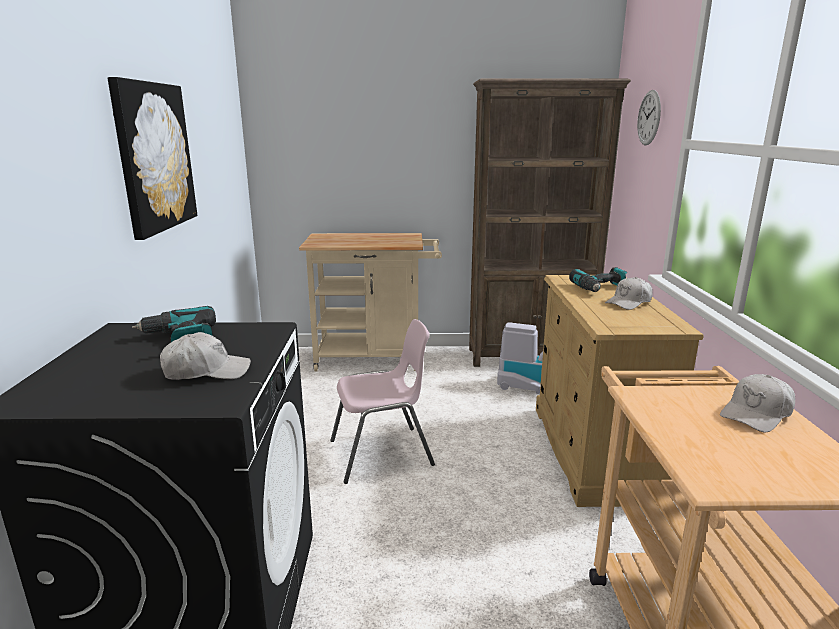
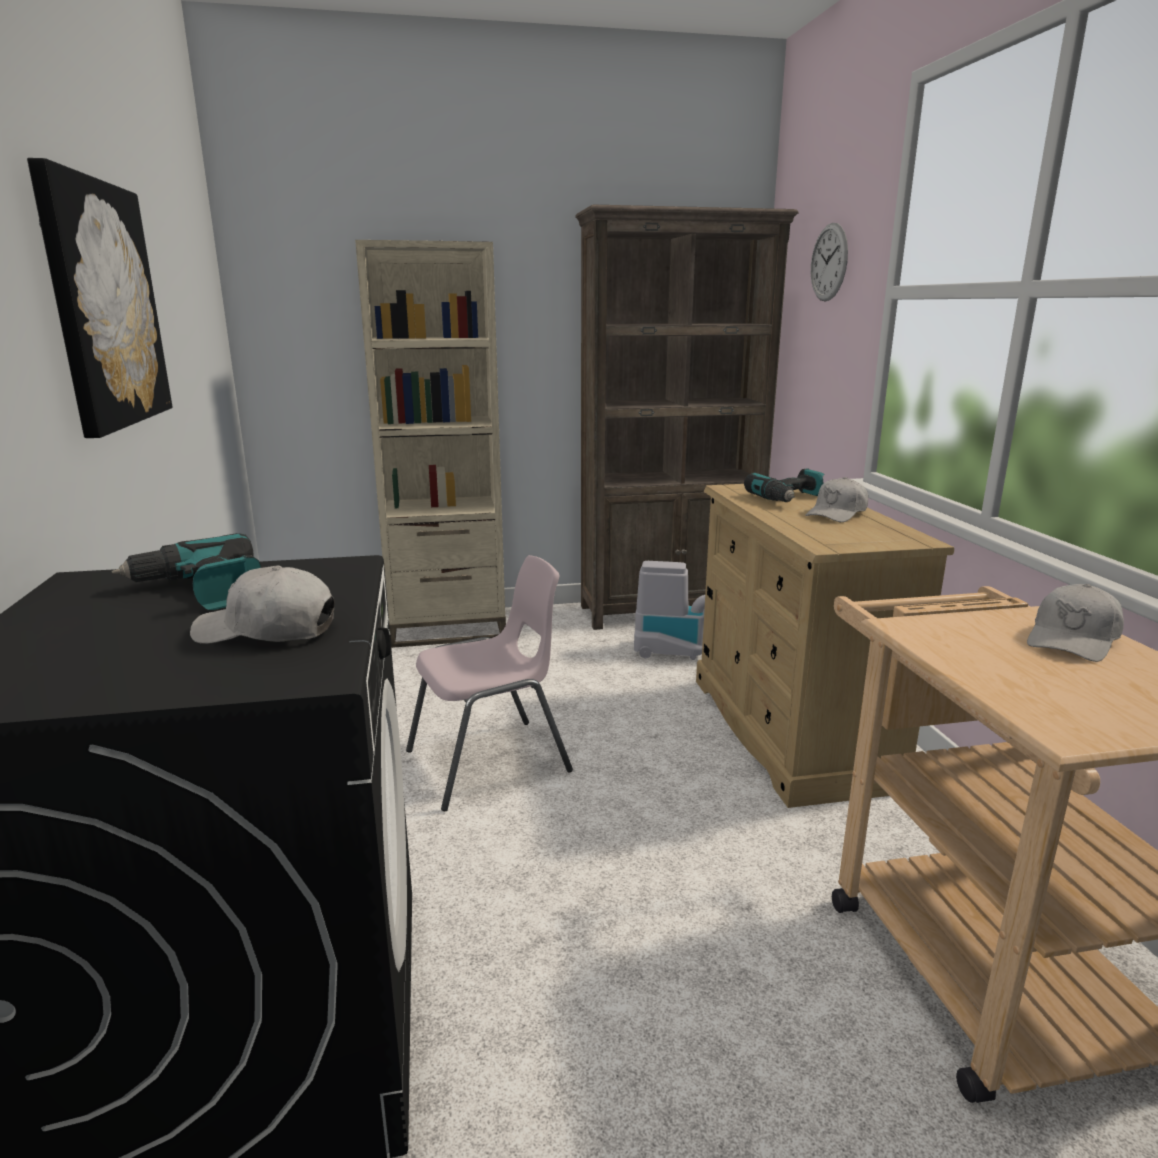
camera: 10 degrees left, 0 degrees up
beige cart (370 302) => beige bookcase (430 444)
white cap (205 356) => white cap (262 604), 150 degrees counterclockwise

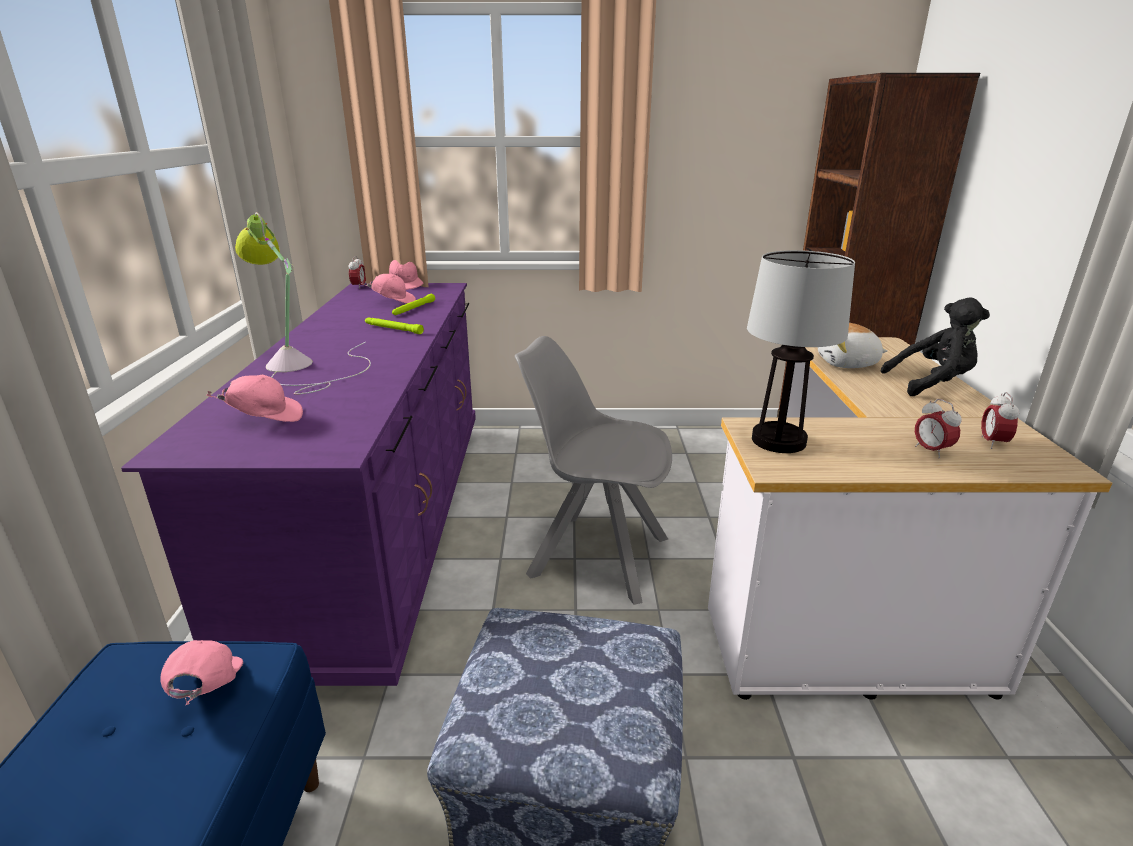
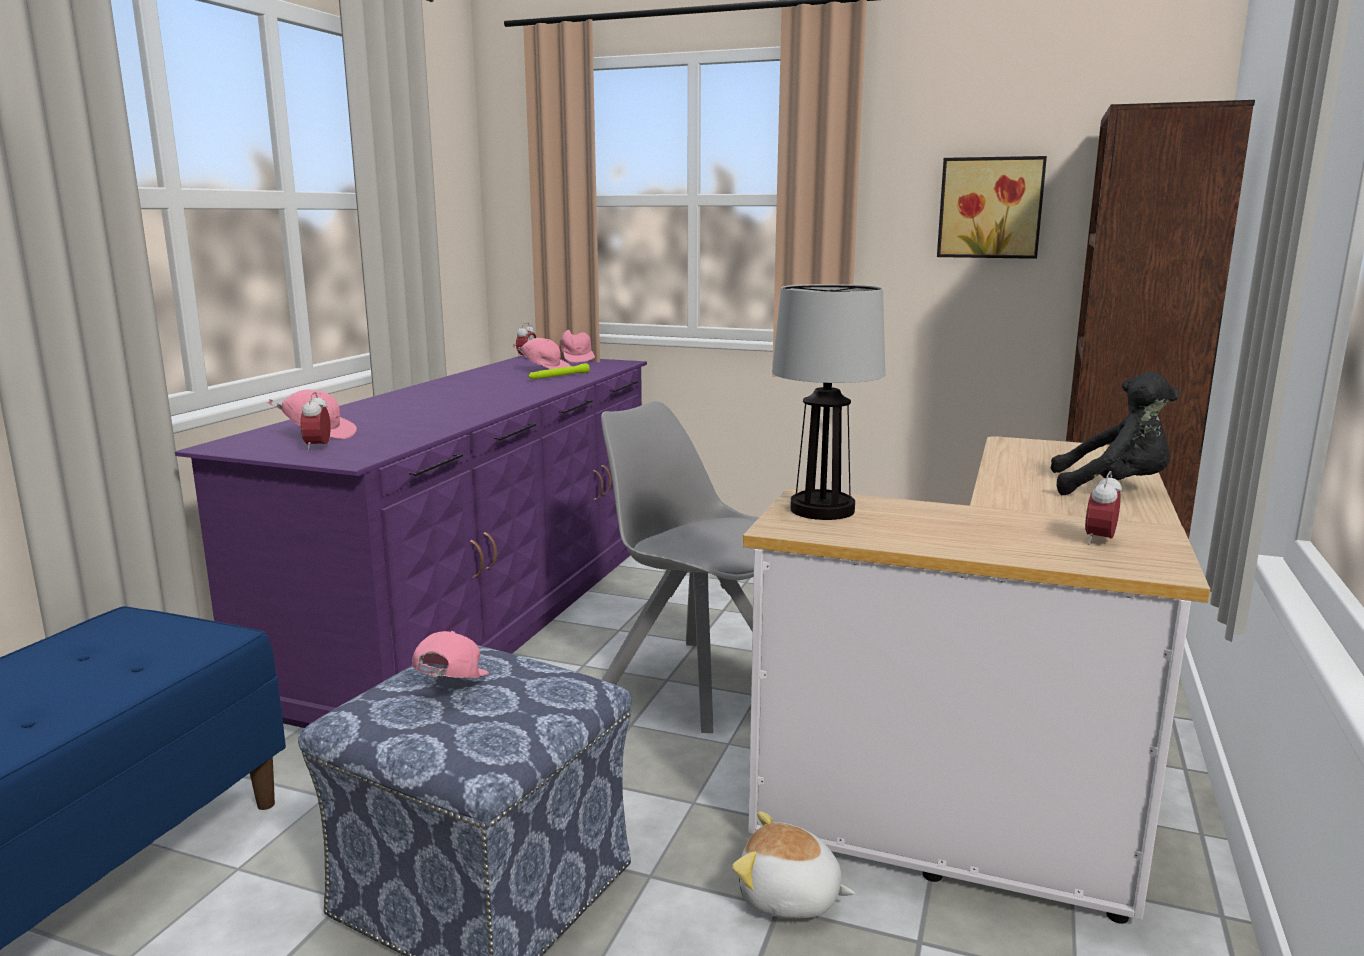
camera: 20 degrees right, 10 degrees down
table lamp (303 303) => nothing
green flashlight (394 325) => nothing
plush toy (852 345) => plush toy (793 865), shifted
alarm clock (938 429) => alarm clock (315 422), shifted
pink cap (201 672) => pink cap (450 654), shifted
nothing => picture (992 207)

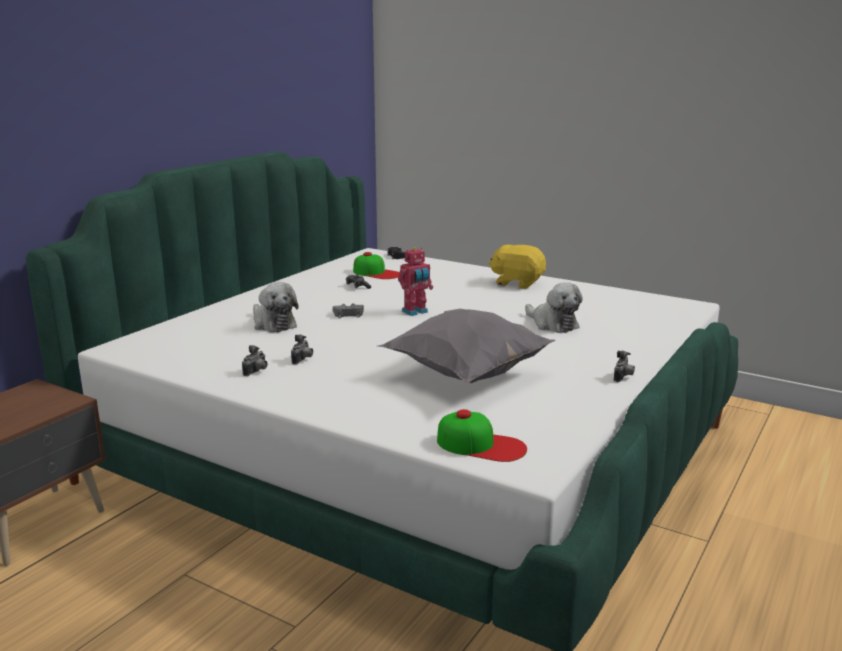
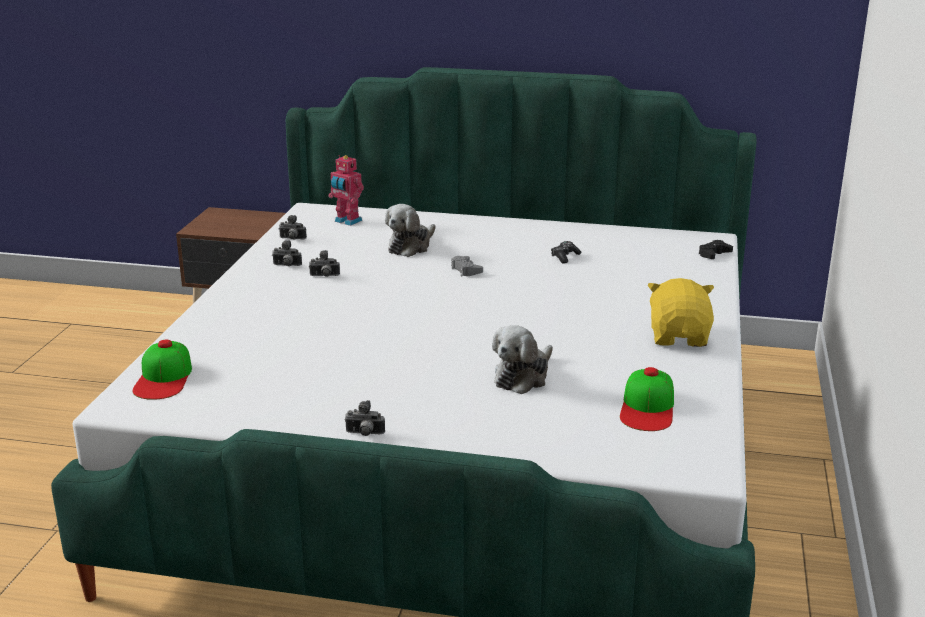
camera: 70 degrees right, 5 degrees up
toy robot (415 281) => toy robot (346 190), shifted
cap (376 265) => cap (647 399), shifted
grey pillow (467 346) => nothing
nothing => photo camera (292 227)

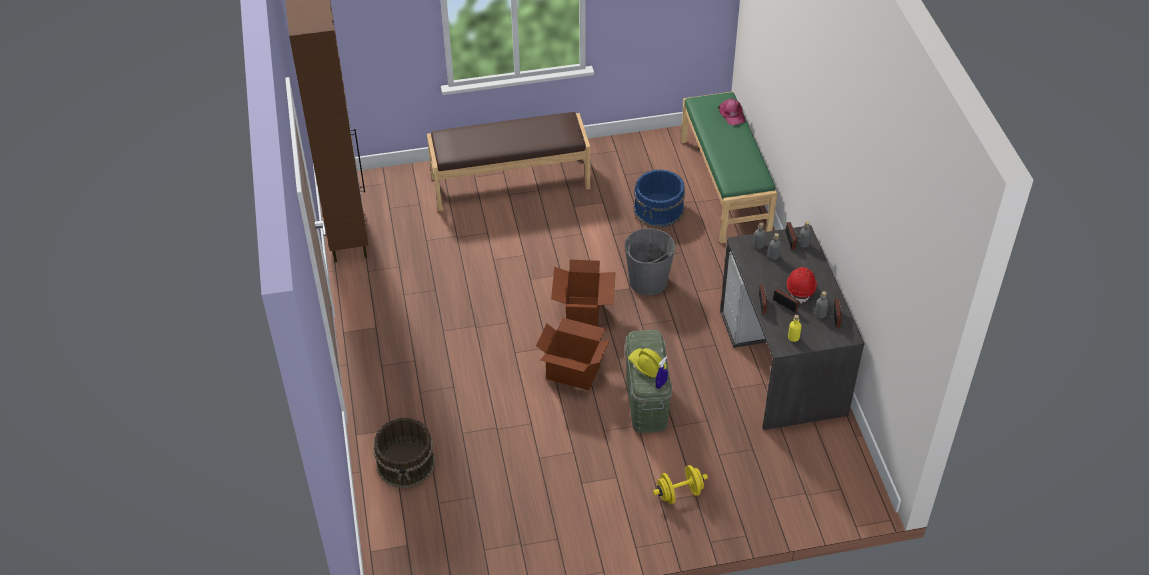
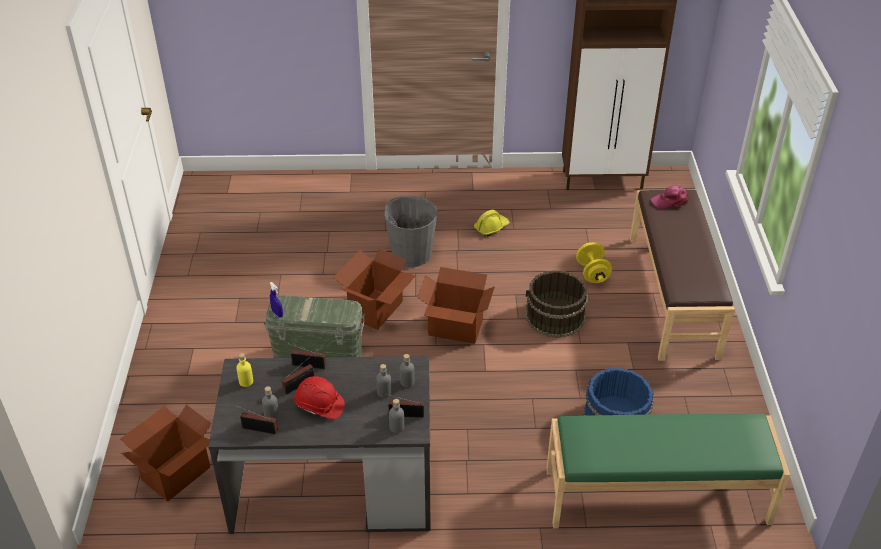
camera: 100 degrees right, 5 degrees down
pink cap (731 111) => pink cap (670 197), shifted
grey bucket (650 262) => grey bucket (410 231), shifted
yellow hard hat (647 363) => yellow hard hat (491 223), shifted
brown bucket (404 453) => brown bucket (557 304), shifted
yellow dumbbell (680 484) => yellow dumbbell (594 262), shifted
nothing => cardboard box (165 453)

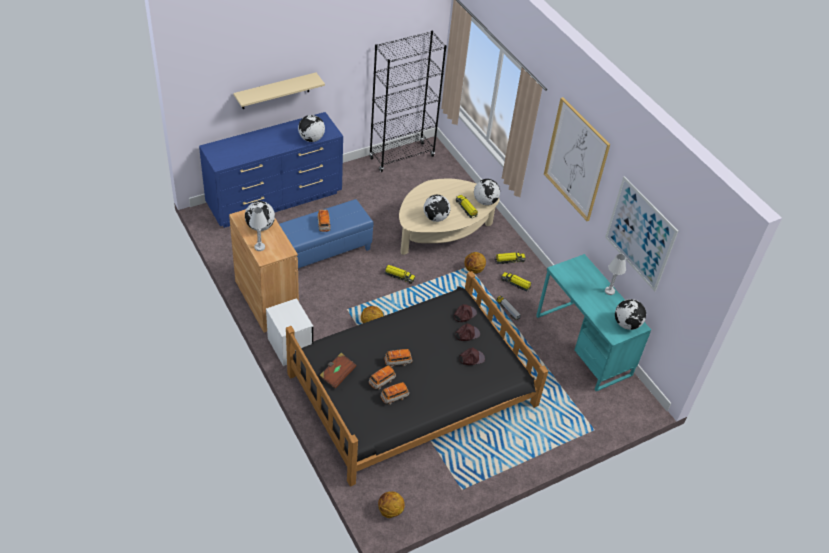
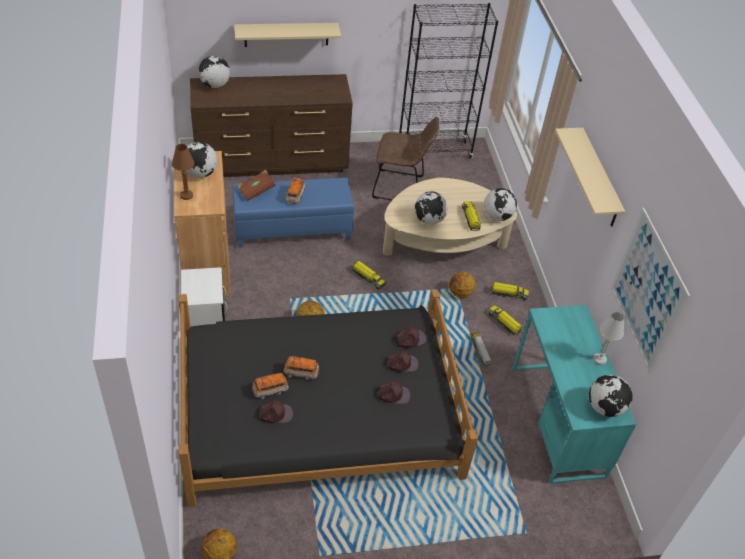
camera: 20 degrees right, 0 degrees up
picture (577 159) => beige shelf (590 177)
blue dresser (271 170) => brown dresser (271 125)
globe (311 128) => globe (214 72), shifted
white table lamp (258 229) => brown table lamp (183 172)
brown book (338 371) => brown book (256 185), shifted
toy car (394 393) => brown cap (275 411)
nothing => brown chair (405 158)

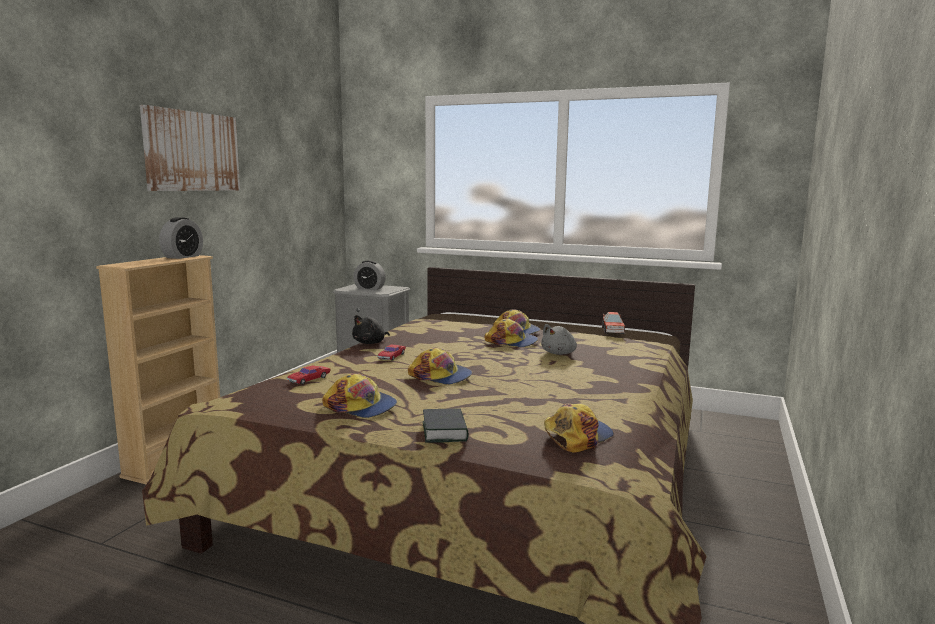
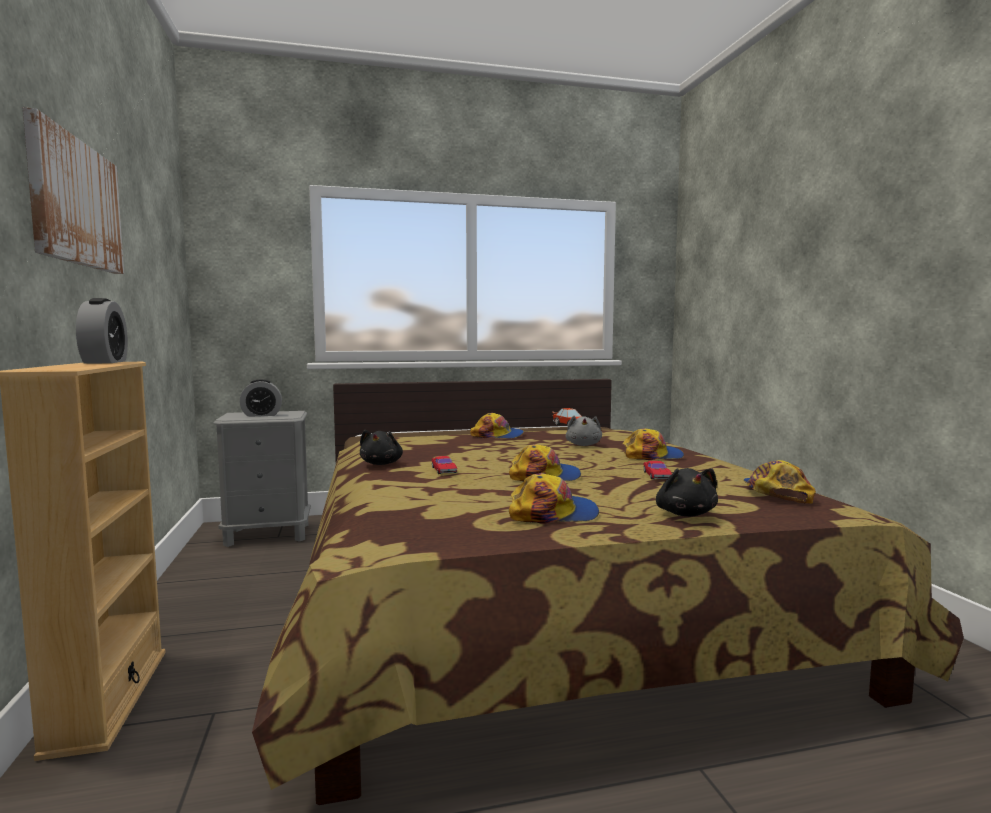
camera: 35 degrees left, 5 degrees down
cap (511 333) => cap (653 444), shifted
red toy car (309 374) => red toy car (657 470), shifted
book (446 425) => black plush toy (687 492)

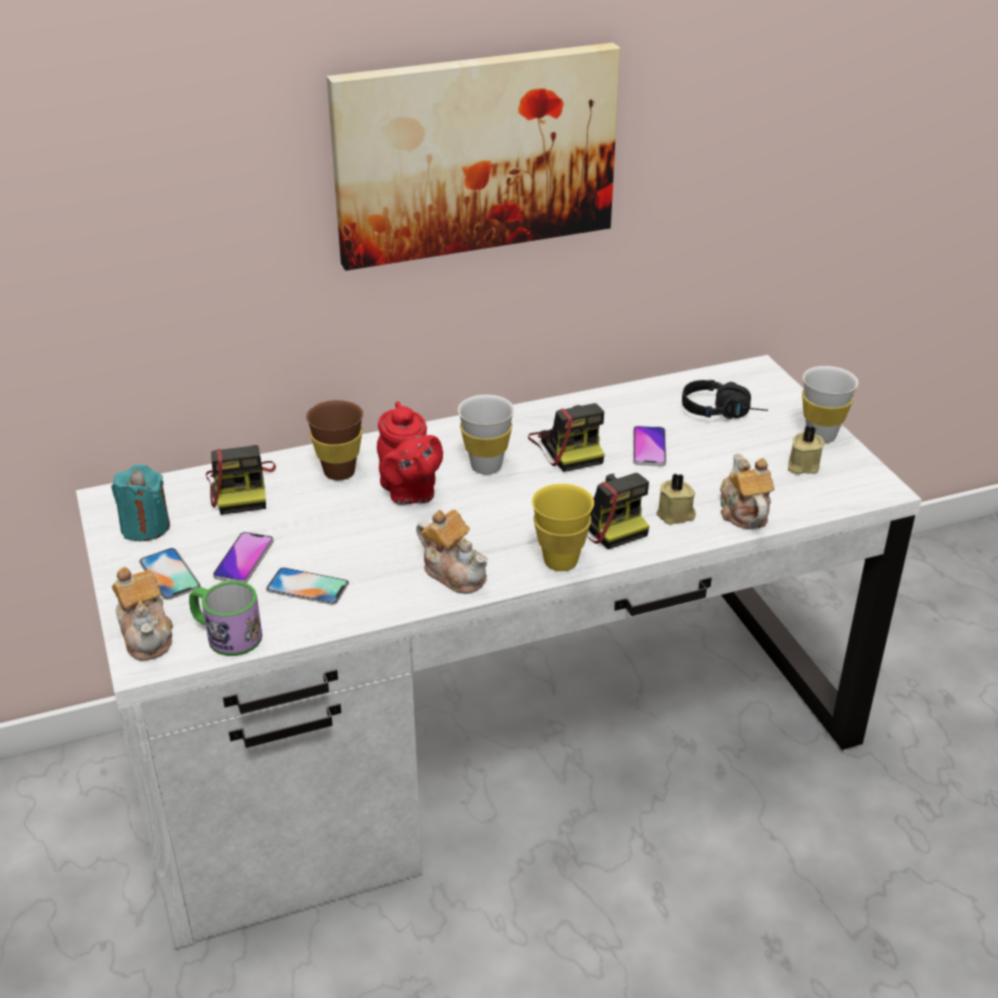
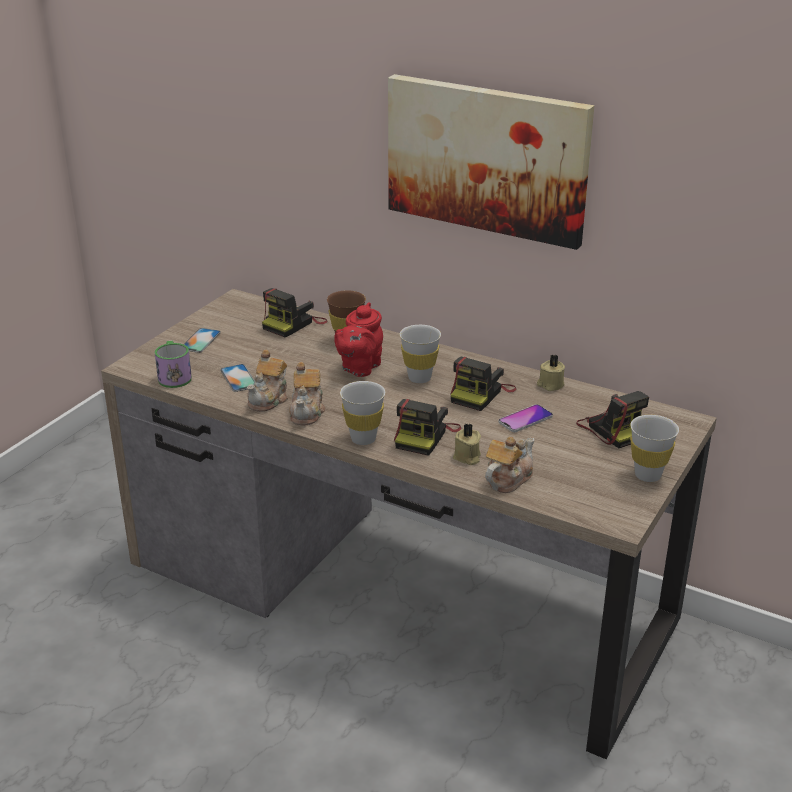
camera: 50 degrees right, 5 degrees down
white desk (499 652) => brown desk (409 524)
black headphones (725 399) => photo camera (612 419)
beige candle (806 450) => beige candle (551 373), shifted
turquoise candle (140 502) => nothing
yellow cup (563 527) => white cup (362 413)
phone (243 557) => nothing
teapot (142 614) => teapot (267 381), shifted

